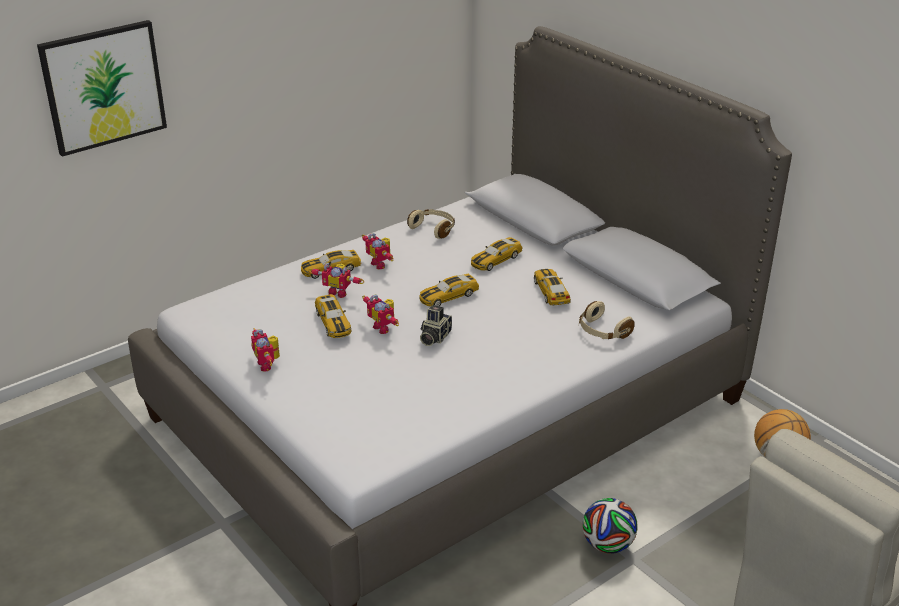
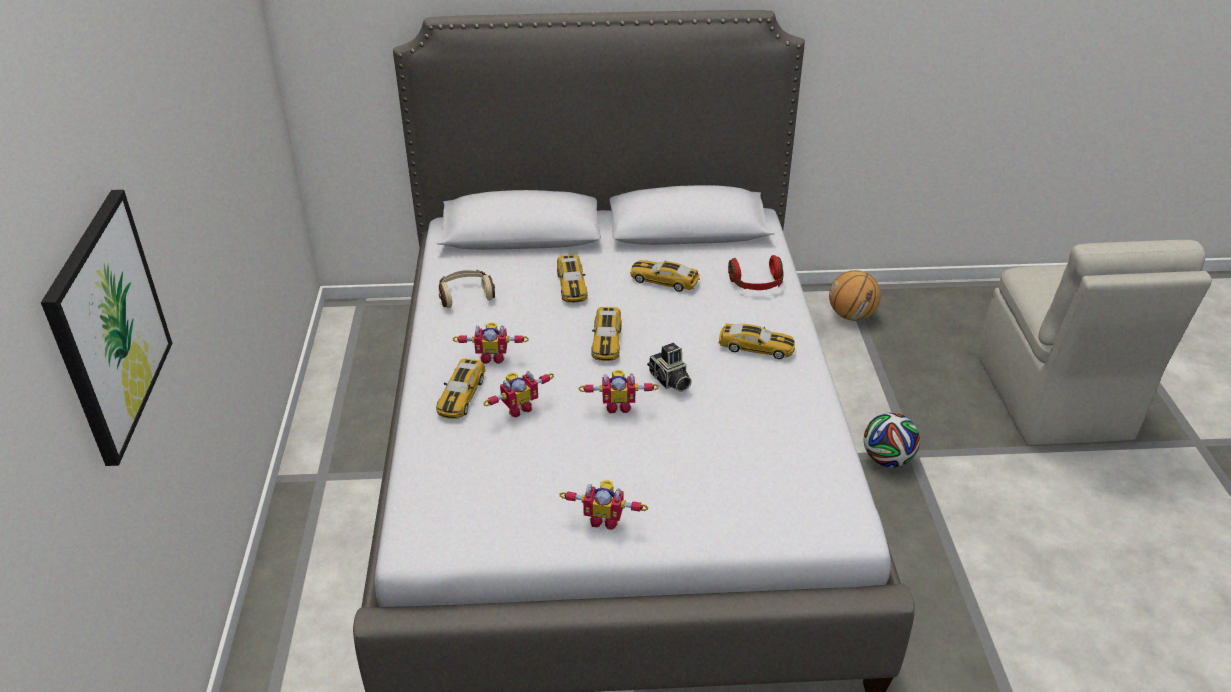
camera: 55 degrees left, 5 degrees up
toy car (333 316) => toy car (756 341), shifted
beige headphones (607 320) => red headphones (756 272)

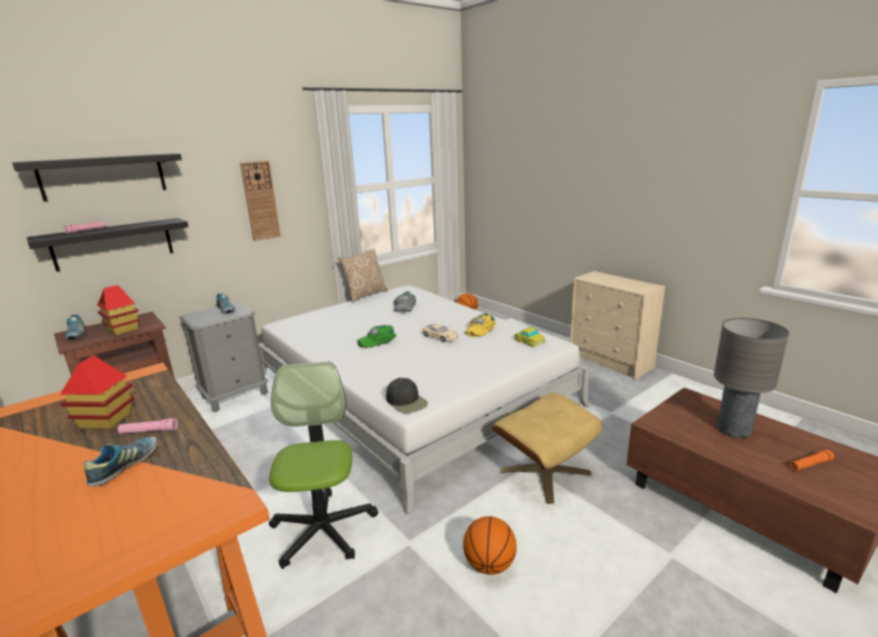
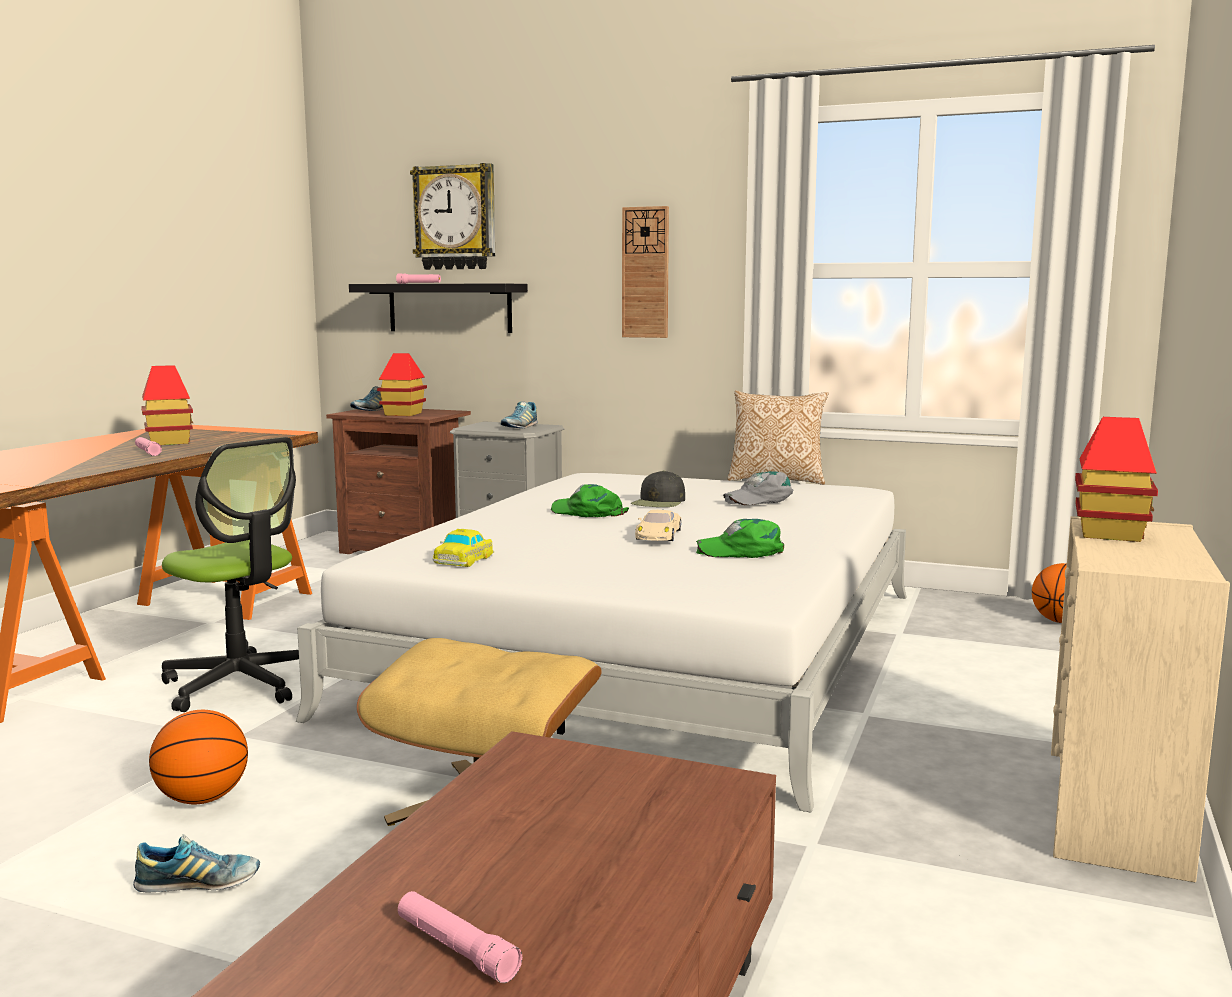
camera: 60 degrees right, 10 degrees down
black shelf (97 177) => wall clock (452 216)
yellow cap (480 325) => green cap (740 538)
grey table lamp (751 378) => nothing
toy car (529 337) => toy car (463 548), shifted
office chair (323 465) => office chair (230 574), 75 degrees clockwise
black cap (407 395) => black cap (658 489), shifted
shoe (120 461) => shoe (196 863), shifted
orange flashlight (811 460) => pink flashlight (460 937)
nothing => toy house (1116 479)

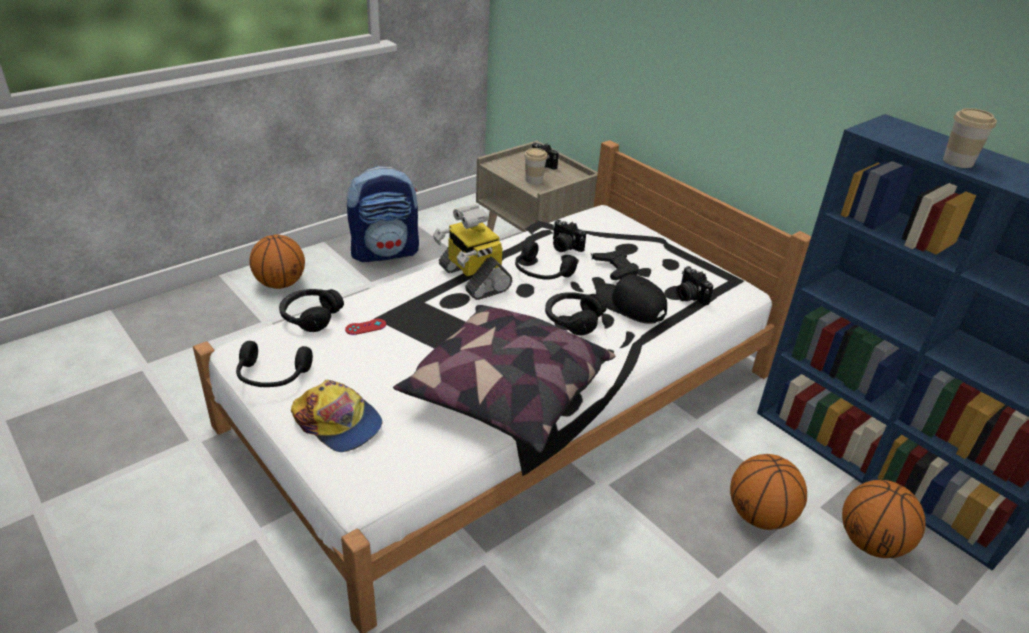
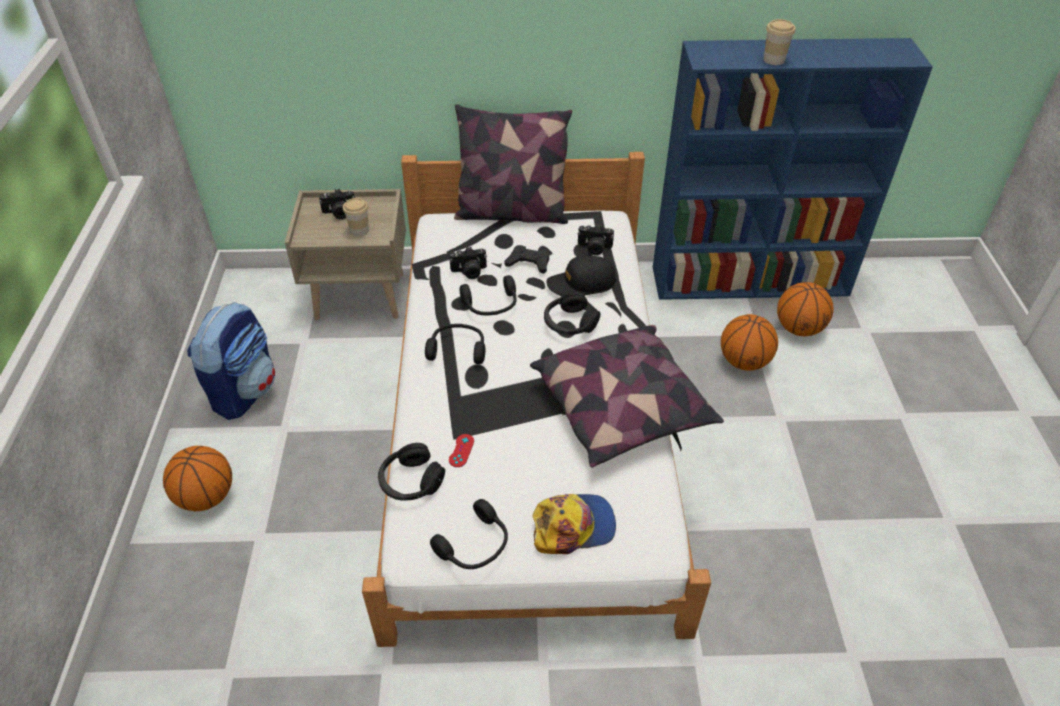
camera: 50 degrees left, 10 degrees up
toy robot (472 252) => black headphones (455 344)
nothing => pillow (513 164)

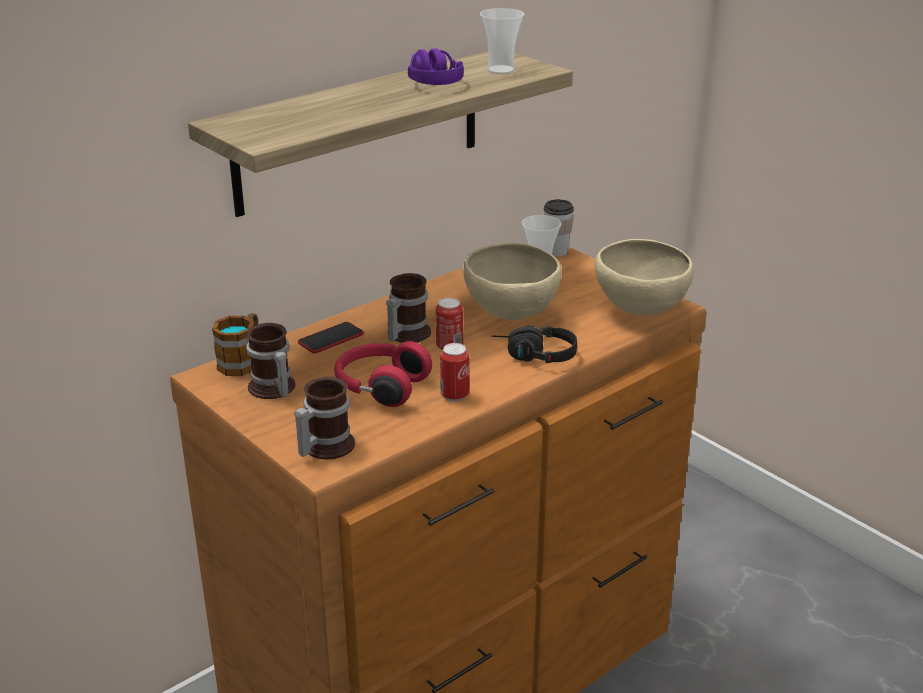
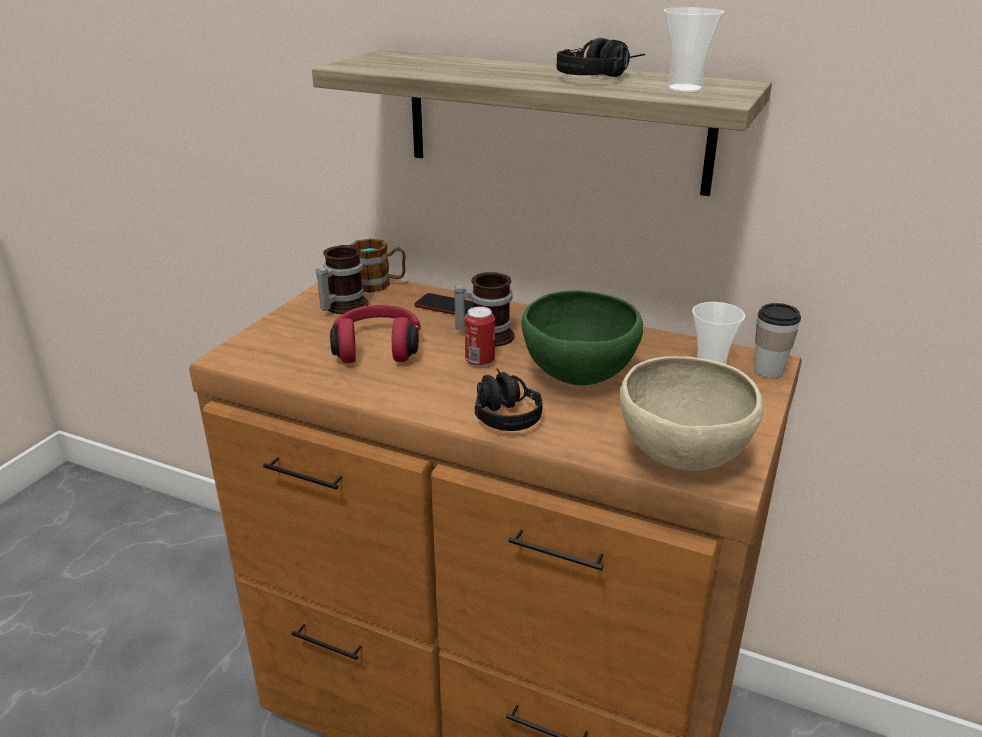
camera: 65 degrees right, 0 degrees up
purple headphones (436 66) => black headphones (601 57)
beige bowl (512 281) => green bowl (582 338)
can (454 372) => nothing
mug (324 418) => nothing

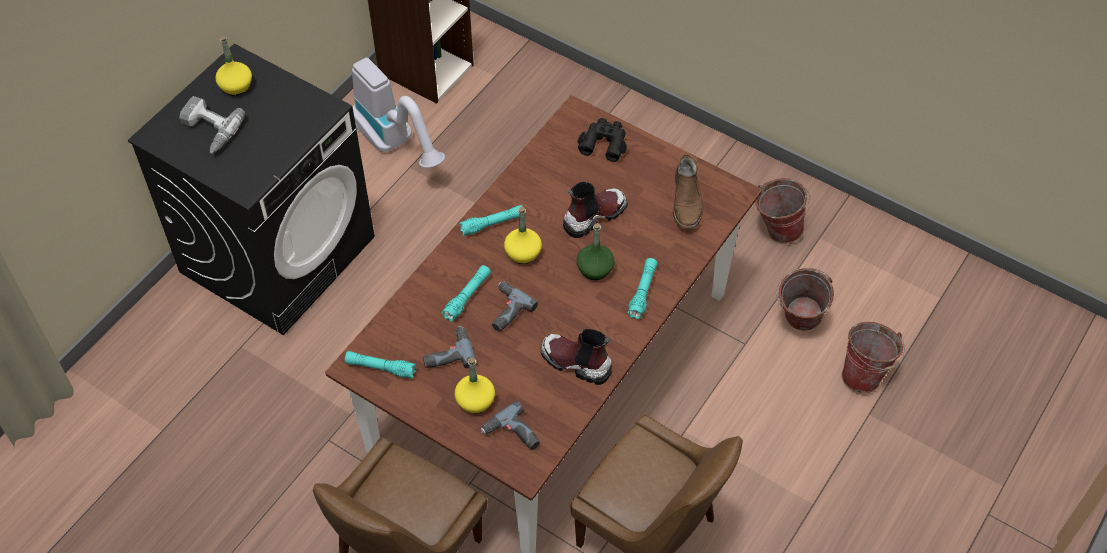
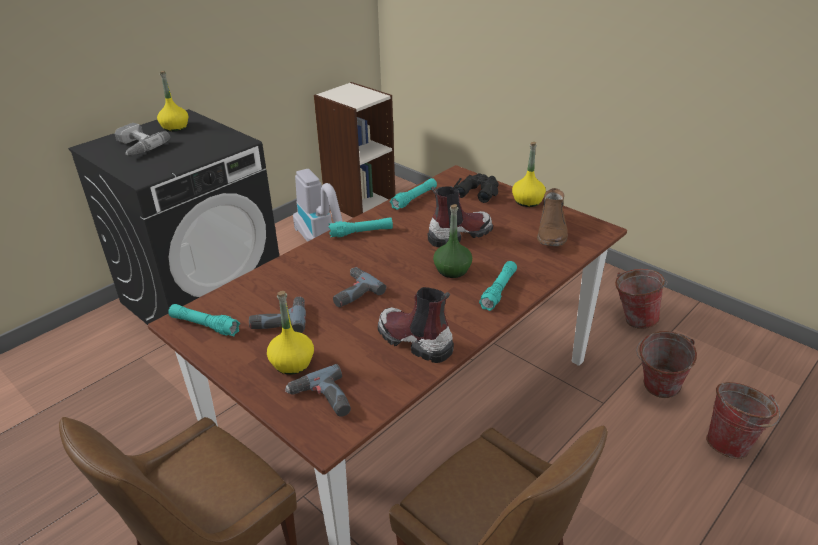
camera: 10 degrees right, 20 degrees down
yellow bottle (523 235) => yellow bottle (529 174), shifted
turquoise flashlight (466 293) => turquoise flashlight (413 194), shifted

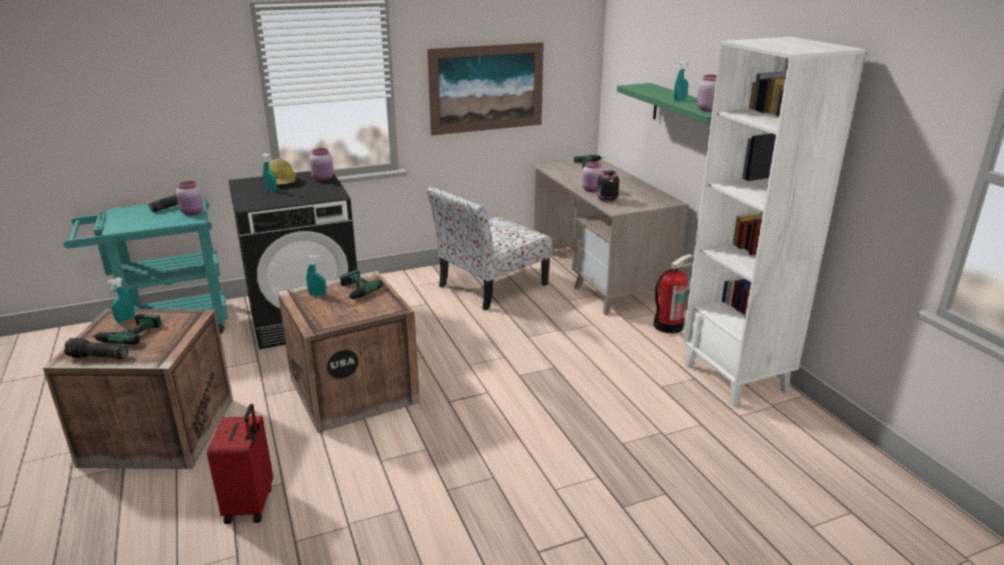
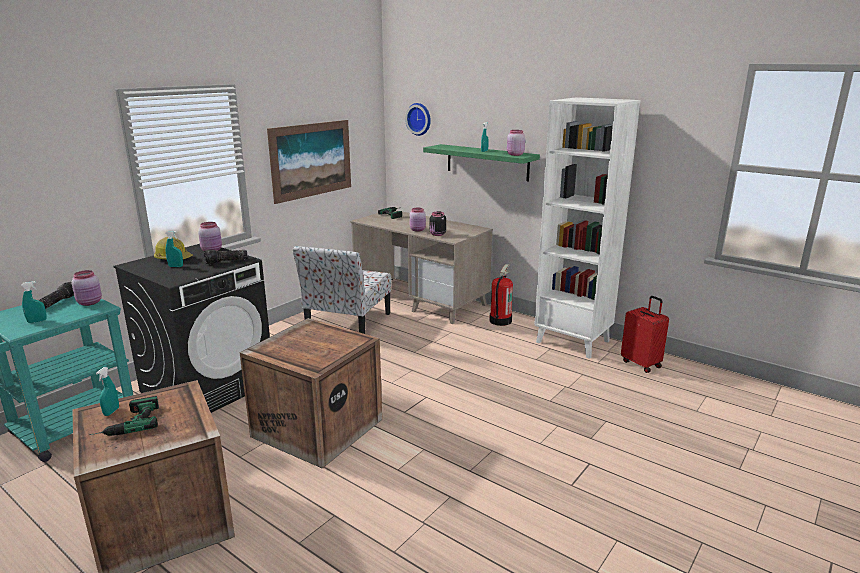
camera: 30 degrees left, 5 degrees down
turquoise spray bottle (316 276) => turquoise spray bottle (34 302), shifted
power drill (361 285) => nothing
flashlight (96 348) => flashlight (226 257), shifted
red suitcase (240 464) => red suitcase (645 334), shifted
nothing => wall clock (418 119)

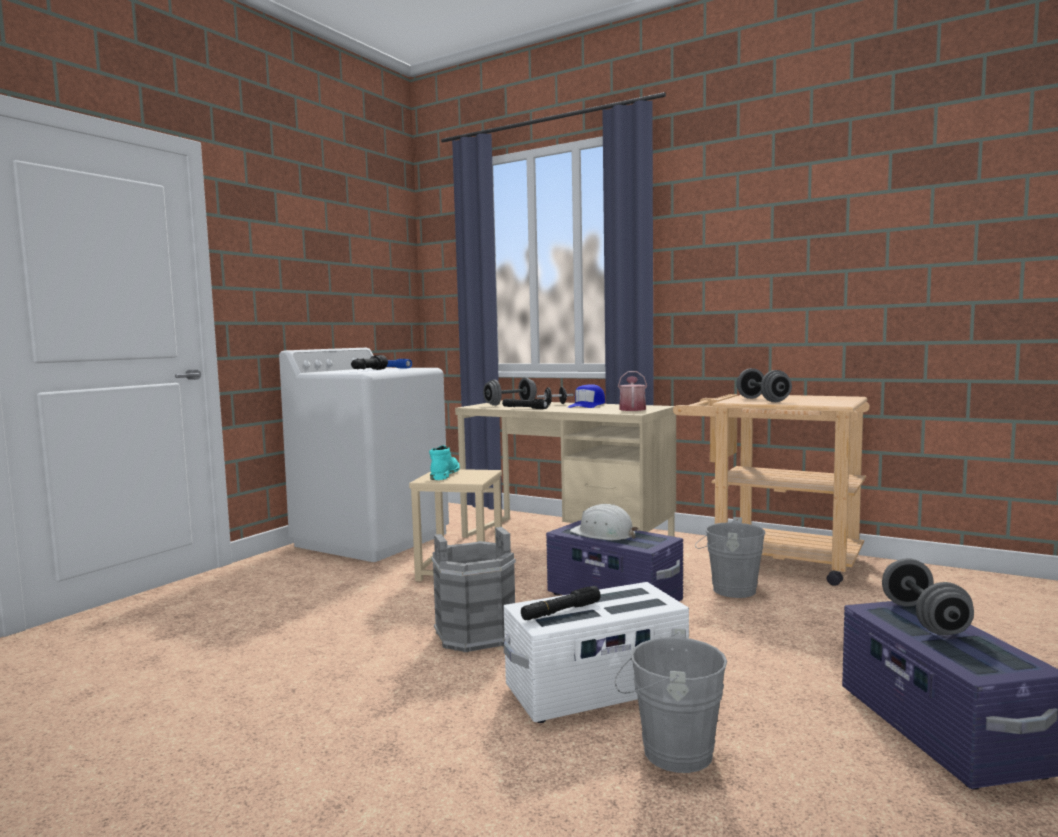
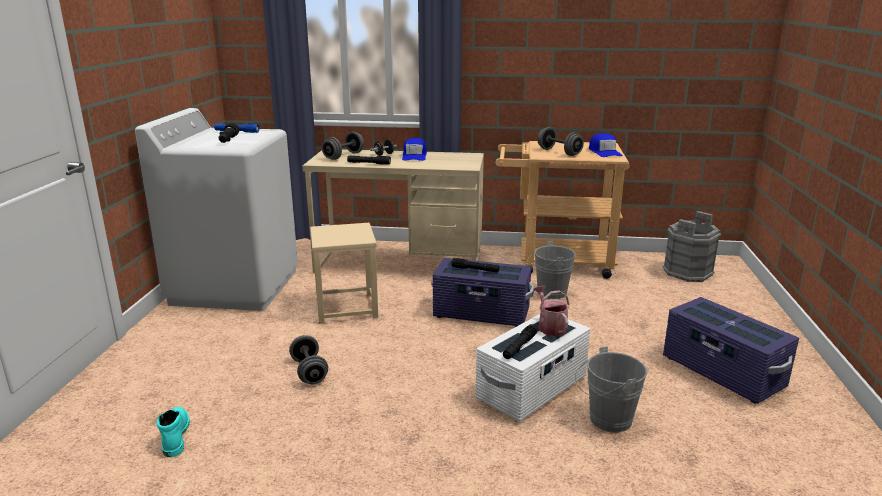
camera: 25 degrees left, 15 degrees up
watering can (632 391) => watering can (551 311), shifted
turquoise boot (444 462) => turquoise boot (173 432), shifted
white hard hat (604 522) => black flashlight (475 265)
grey bucket (473 589) => grey bucket (692 246), shifted
grey dumbbell (928 596) => grey dumbbell (308 359), shifted
nothing => blue cap (606 145)

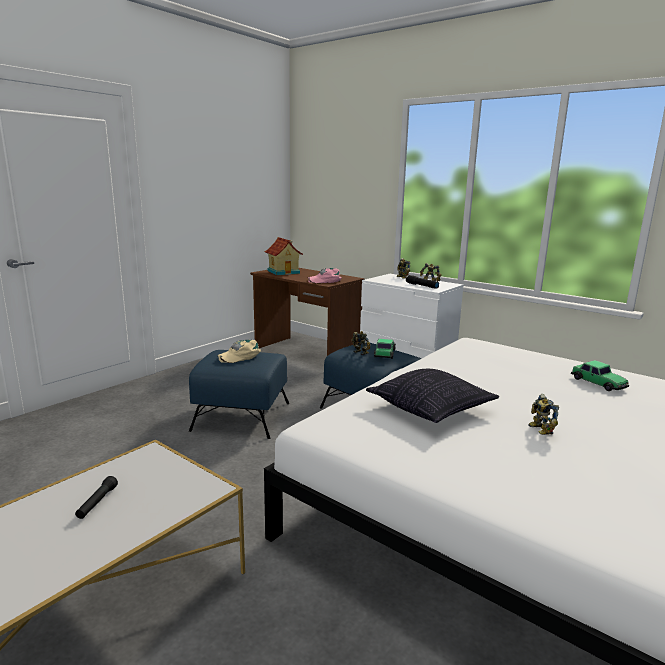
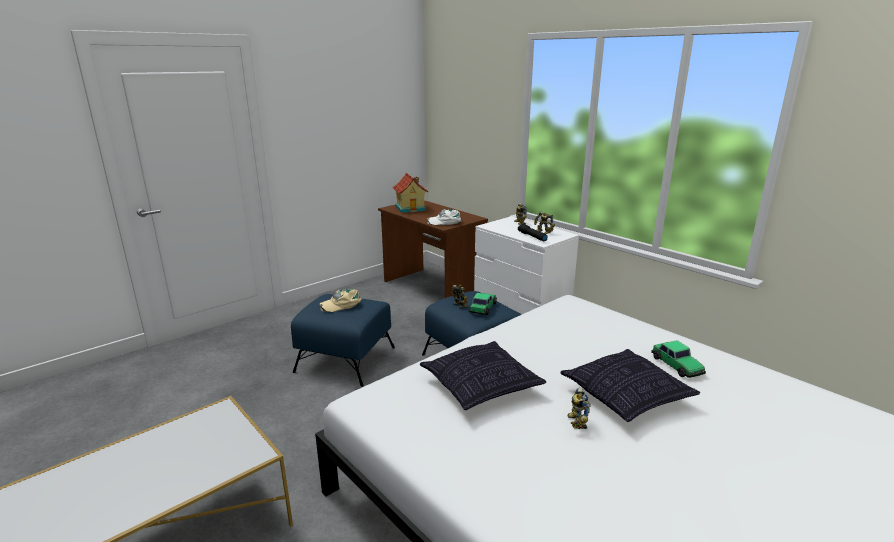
camera: 10 degrees right, 5 degrees up
pink cap (325 275) => white cap (444 217)
black flashlight (96 497) => nothing
nothing => pillow (630 385)

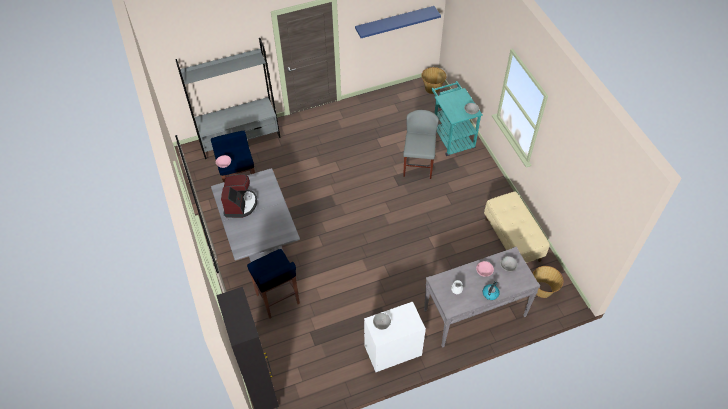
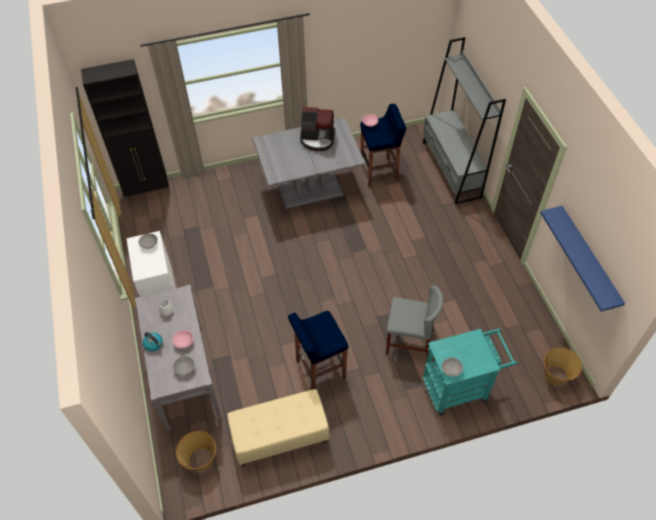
camera: 95 degrees right, 0 degrees up
blue stool (273 284) => blue stool (318 350), shifted

